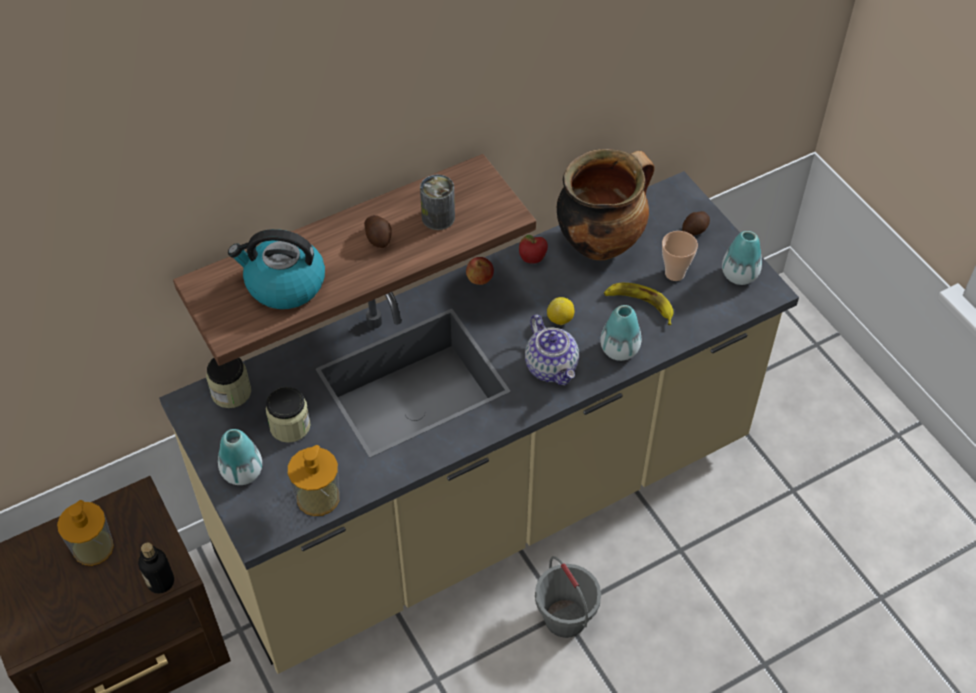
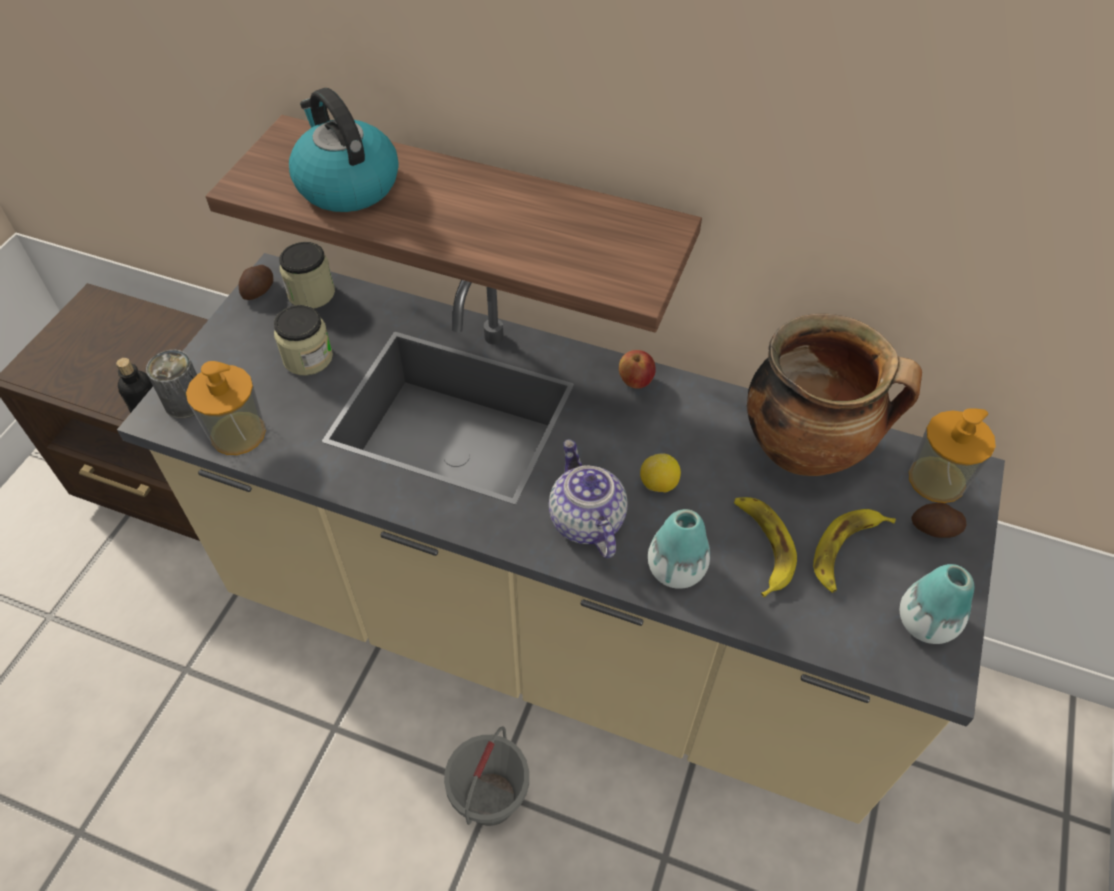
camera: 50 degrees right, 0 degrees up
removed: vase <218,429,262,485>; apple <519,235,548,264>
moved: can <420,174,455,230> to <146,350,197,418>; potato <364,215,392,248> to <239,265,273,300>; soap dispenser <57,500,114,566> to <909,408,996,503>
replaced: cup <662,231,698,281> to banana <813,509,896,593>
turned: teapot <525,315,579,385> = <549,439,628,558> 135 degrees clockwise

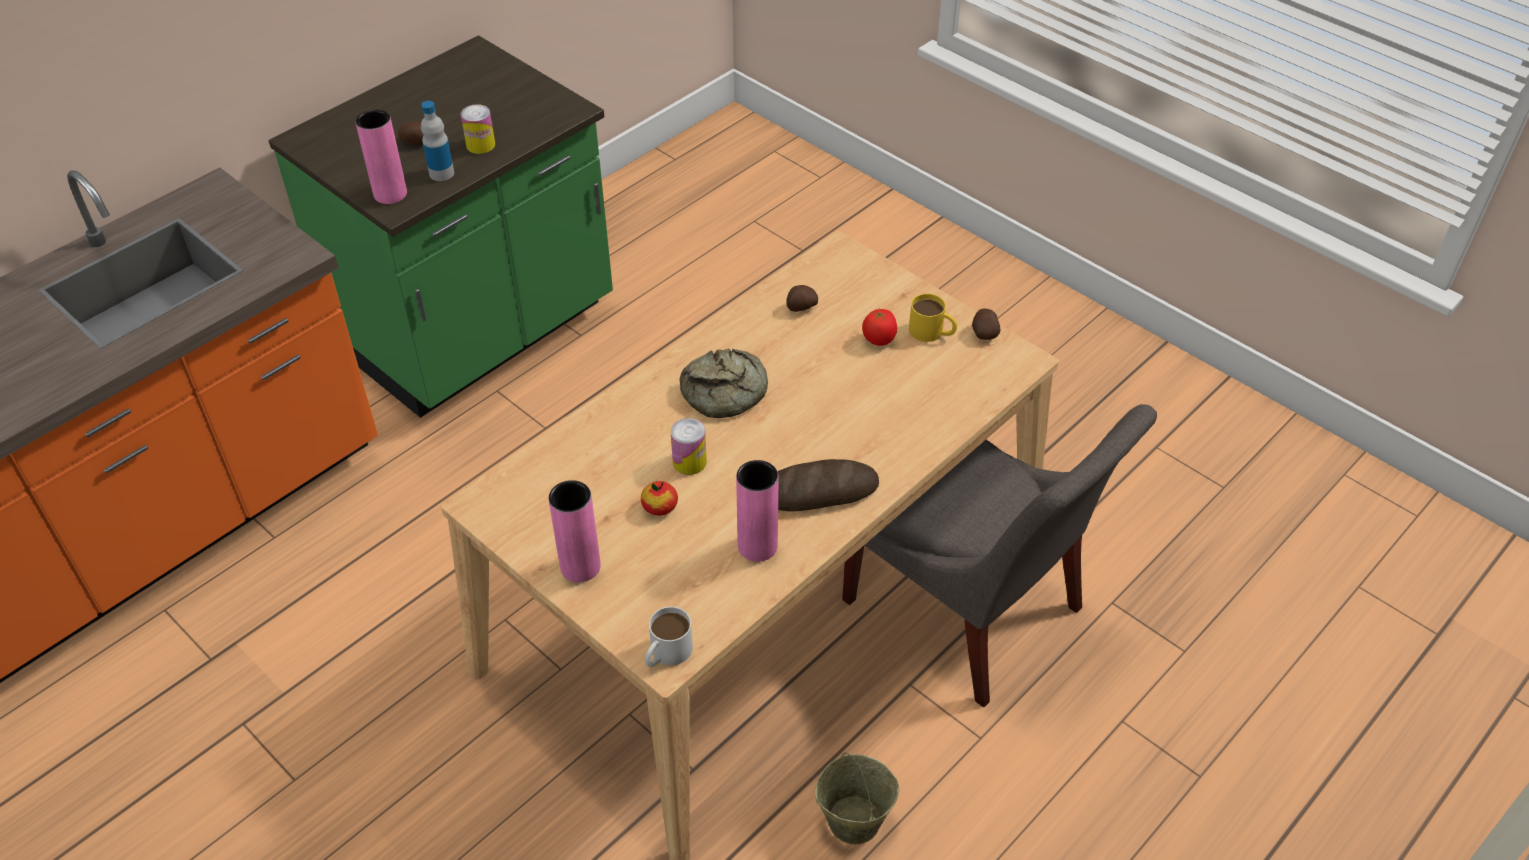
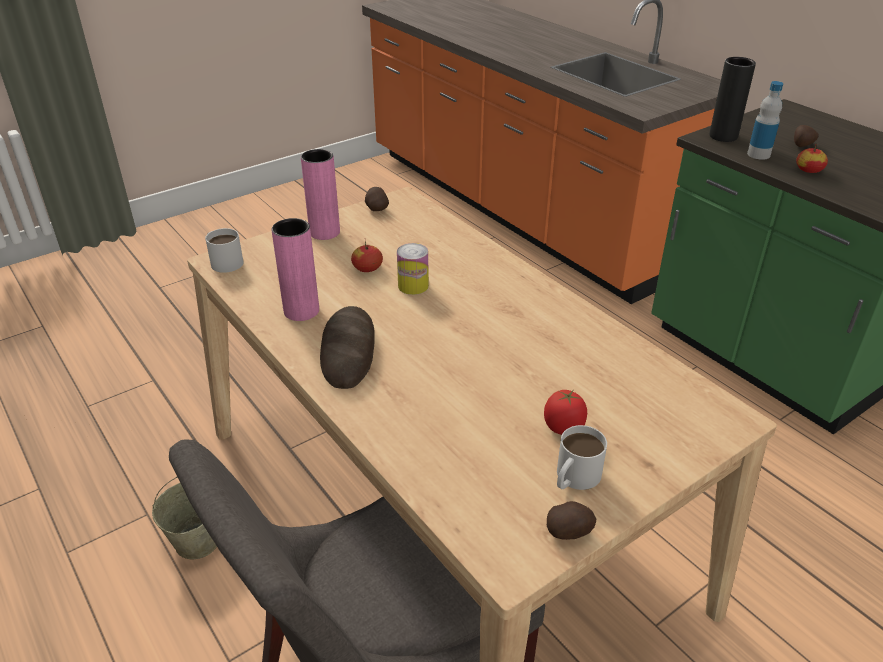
camera: 100 degrees right, 10 degrees down
removed: bread <680,349,768,418>
moved: potato <786,285,818,312> to <365,187,389,211>
replaced: can <461,104,495,154> to apple <796,144,828,173>
recoloured: yellow mug <909,294,957,342> to white mug <557,425,607,490>; pink vase <355,109,407,204> to black vase <709,57,756,142>

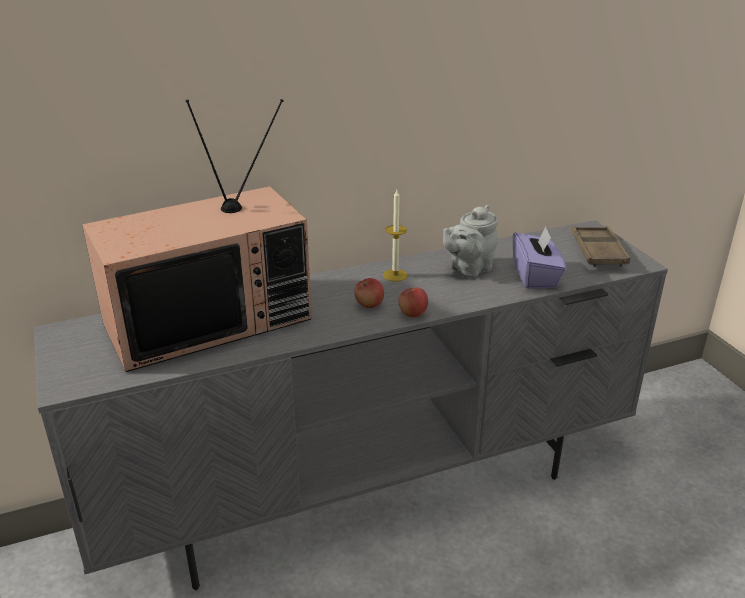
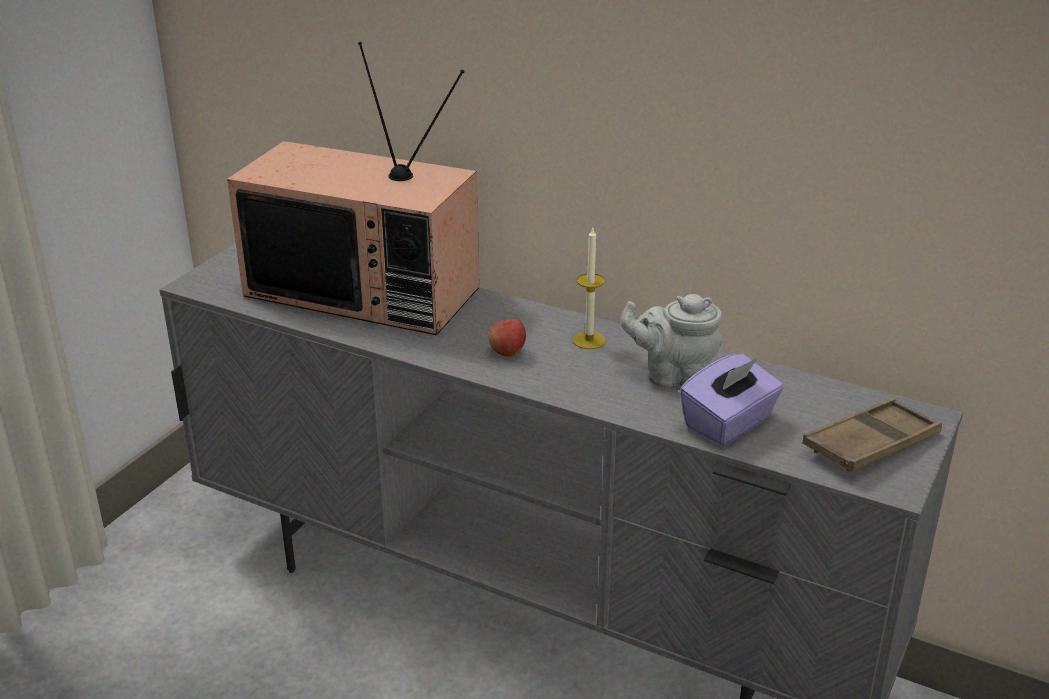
camera: 50 degrees right, 0 degrees up
removed: apple <399,287,428,318>

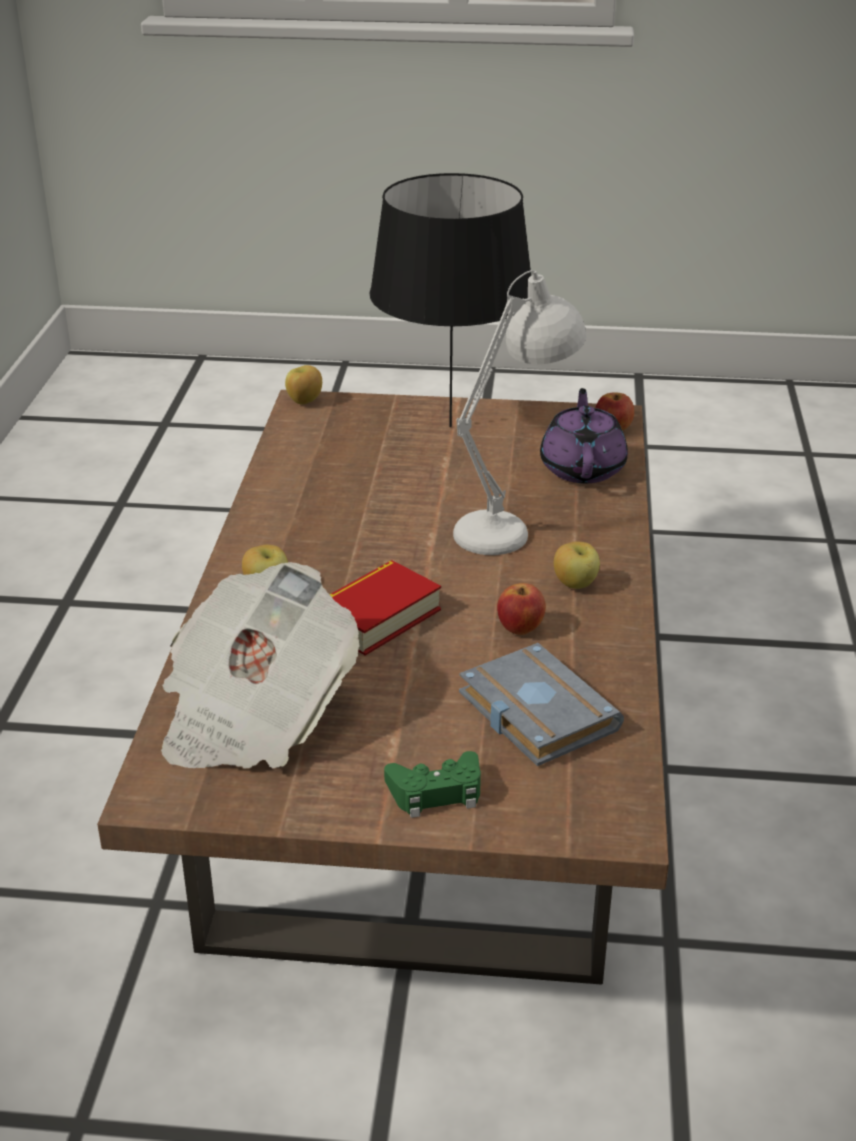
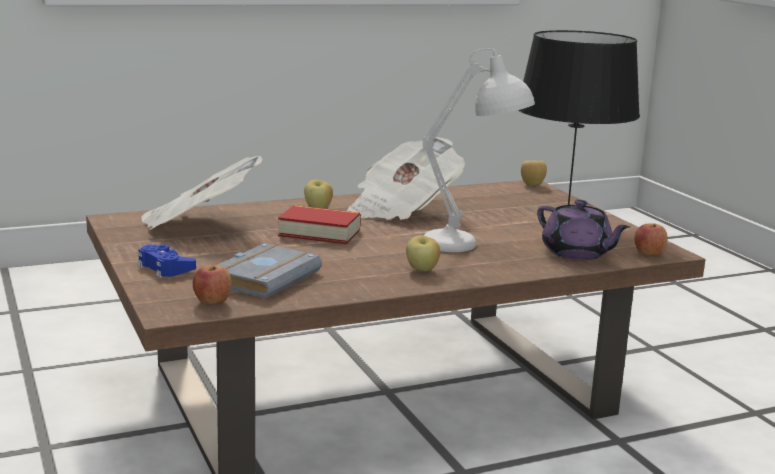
camera: 60 degrees right, 15 degrees down
added: newspaper <347,137,465,220>
moved: apple <497,583,546,635> to <193,265,232,304>
recoloured: green game controller <384,751,481,818> to blue game controller <138,244,196,278>
turned: purple teapot <540,388,628,483> = <537,200,630,260> 75 degrees clockwise

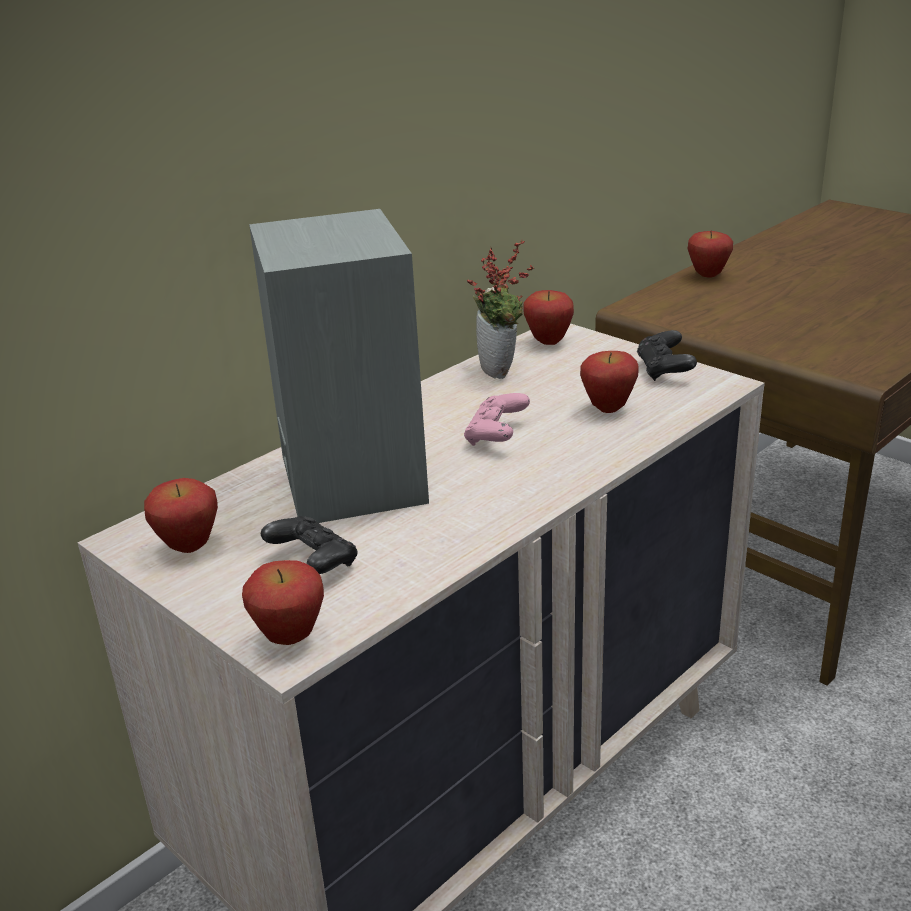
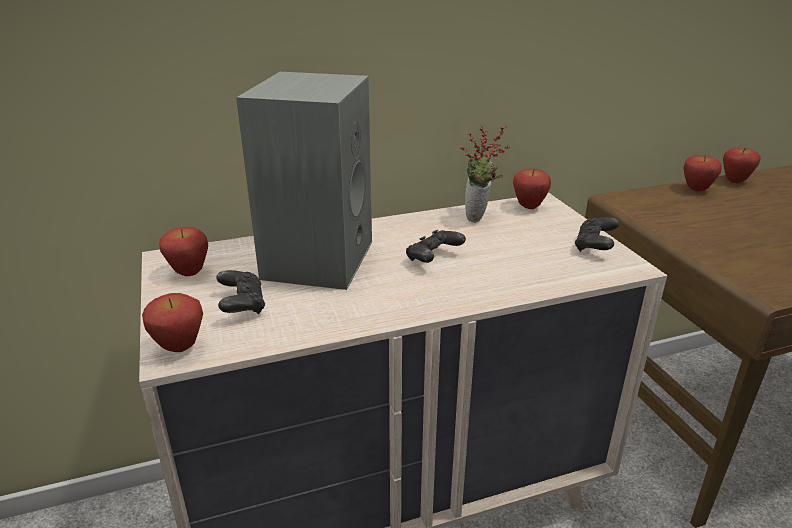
camera: 25 degrees right, 0 degrees up
moved: apple <580,351,639,413> to <723,148,761,183>
recoloured: pink game controller <464,393,530,446> to black game controller <406,230,466,263>

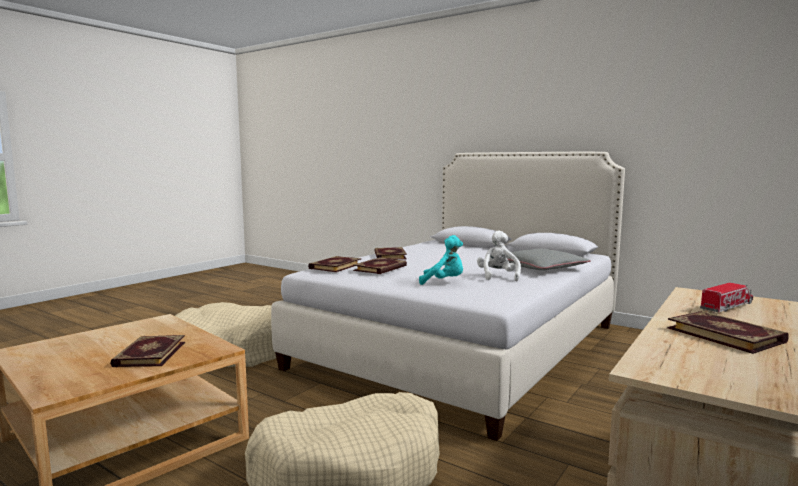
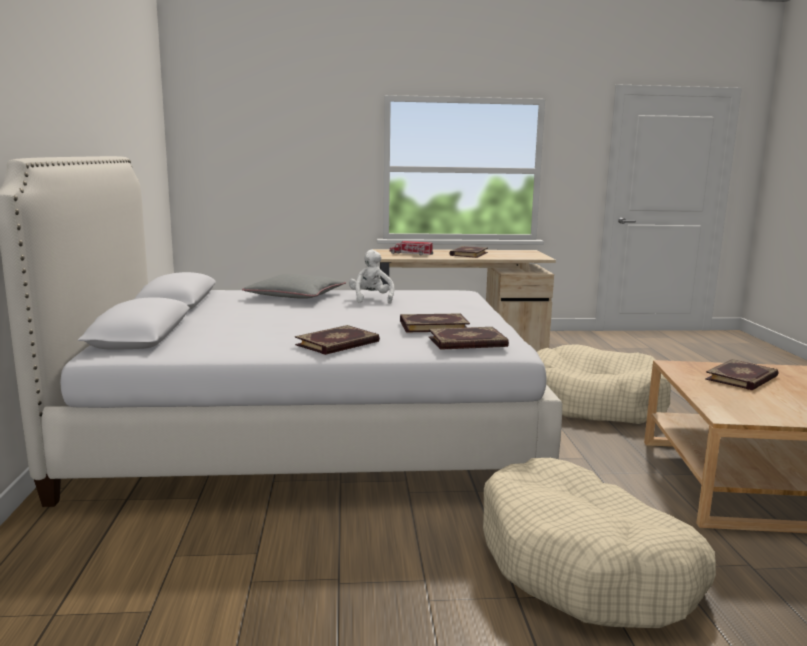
camera: 130 degrees left, 5 degrees up
removed: turquoise plush toy <419,235,463,285>
turned: white plush toy <477,230,521,281> = <349,250,394,304> 120 degrees clockwise

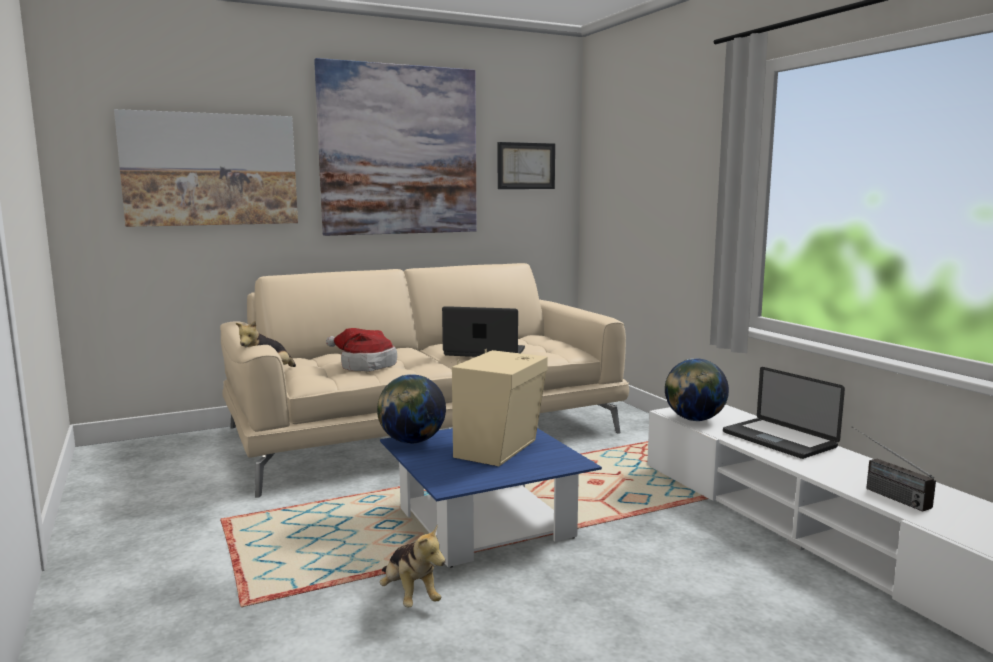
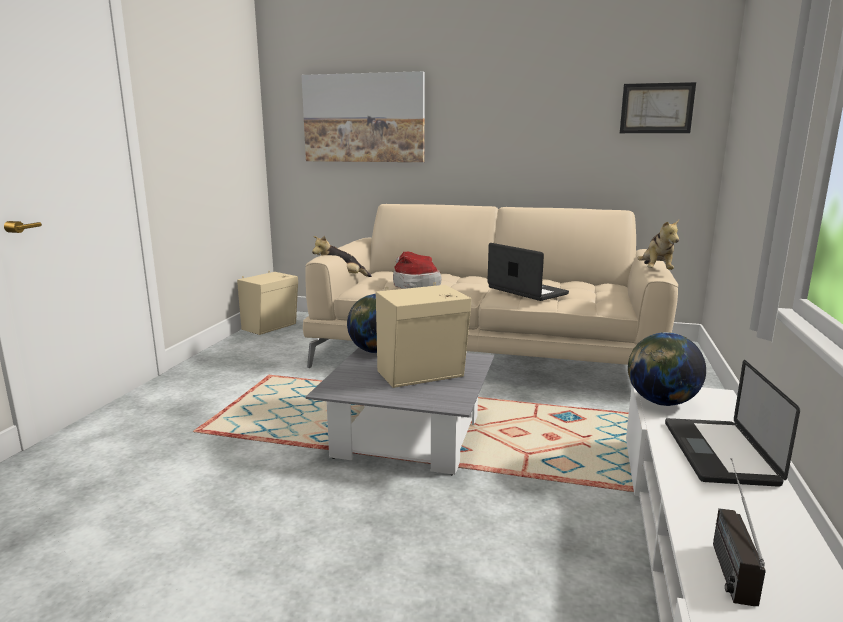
camera: 40 degrees right, 5 degrees up
removed: picture <314,58,477,236>
added: beige speaker <237,271,298,335>
moved: plush toy <380,526,445,607> to <637,219,679,270>
recoloured: blue coffee table <380,428,602,567> to grey coffee table <305,348,494,475>

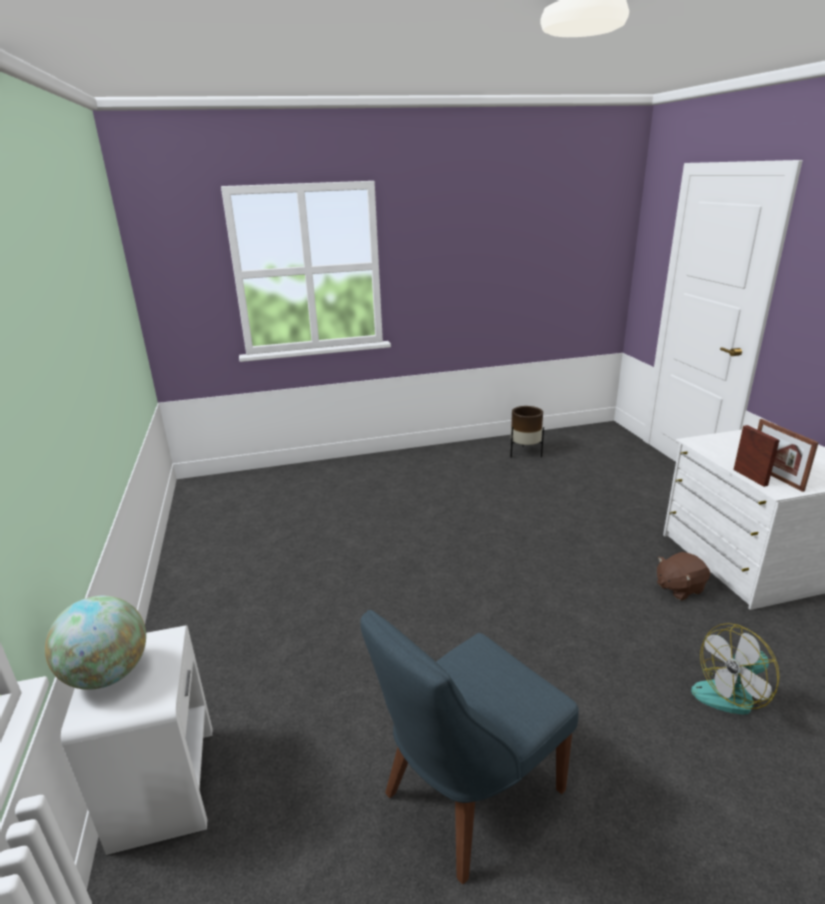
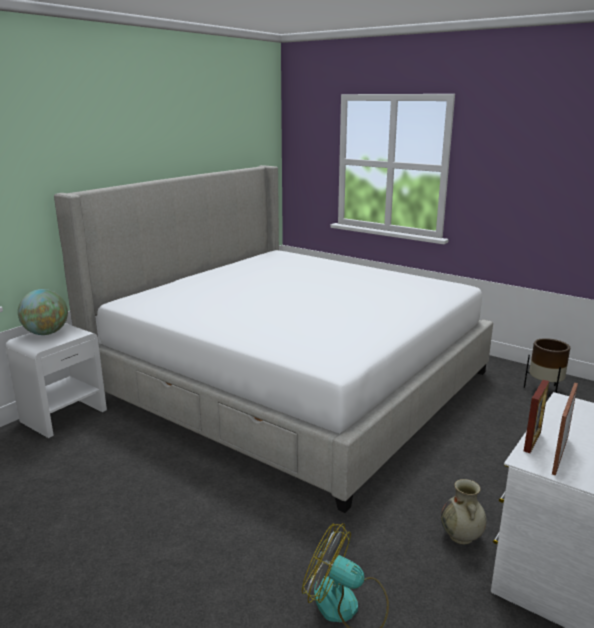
camera: 50 degrees right, 5 degrees down
removed: blue chair <360,610,579,885>
added: bed <54,165,493,513>
replaced: brown plush toy <657,552,710,601> to beige vase <441,479,487,544>

